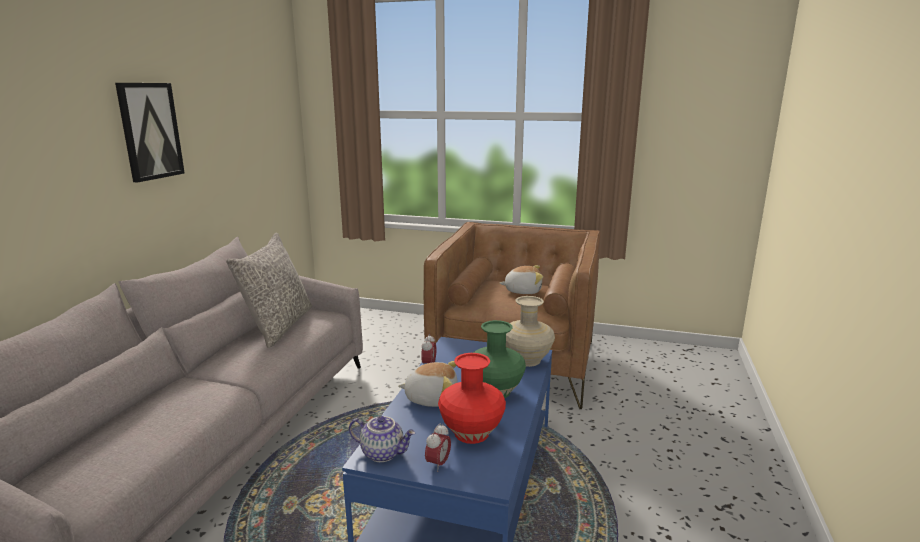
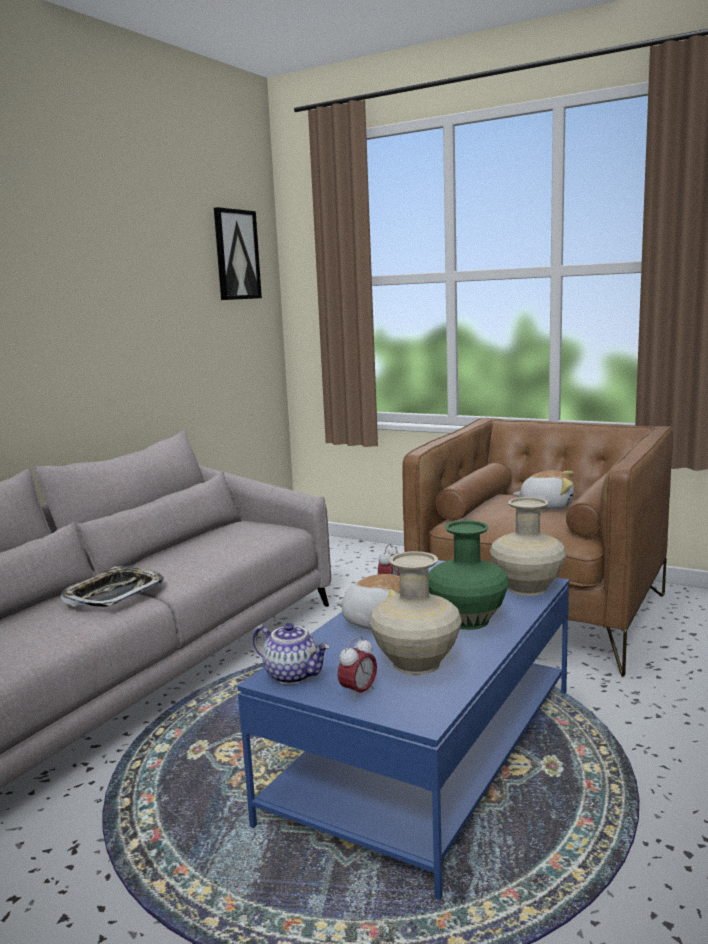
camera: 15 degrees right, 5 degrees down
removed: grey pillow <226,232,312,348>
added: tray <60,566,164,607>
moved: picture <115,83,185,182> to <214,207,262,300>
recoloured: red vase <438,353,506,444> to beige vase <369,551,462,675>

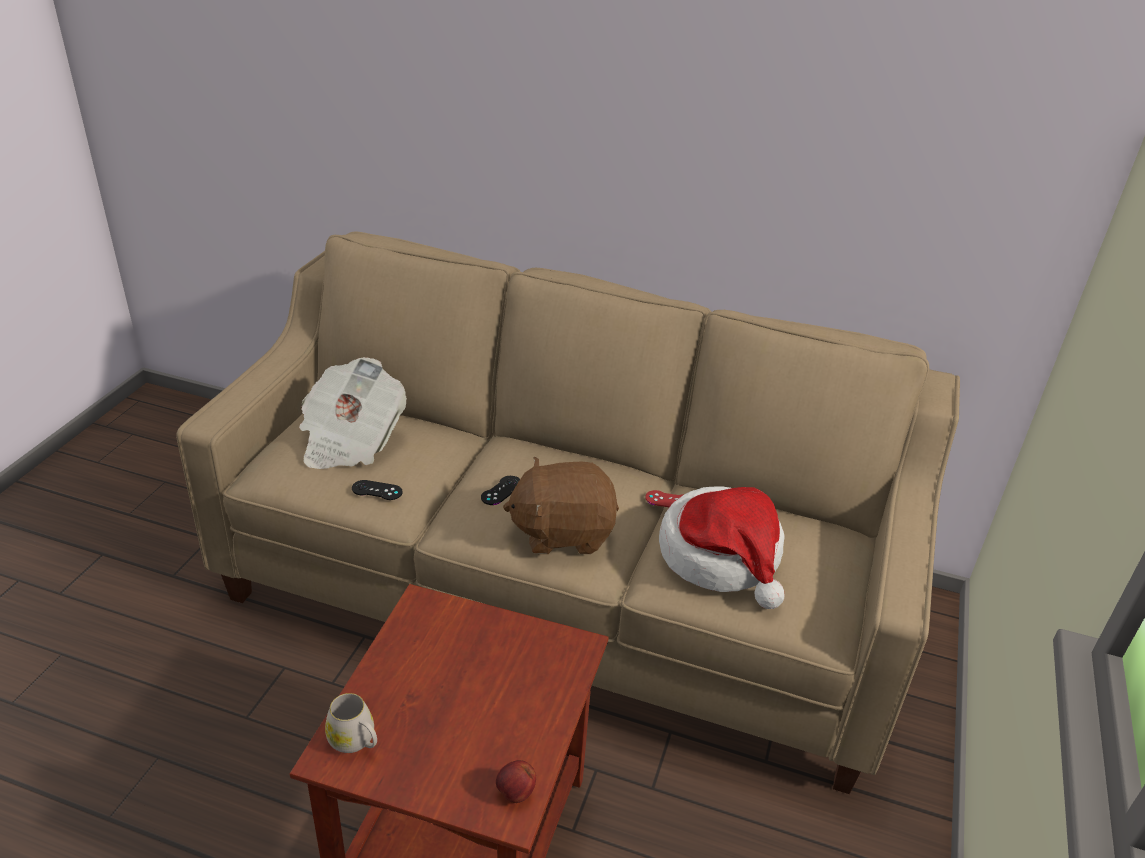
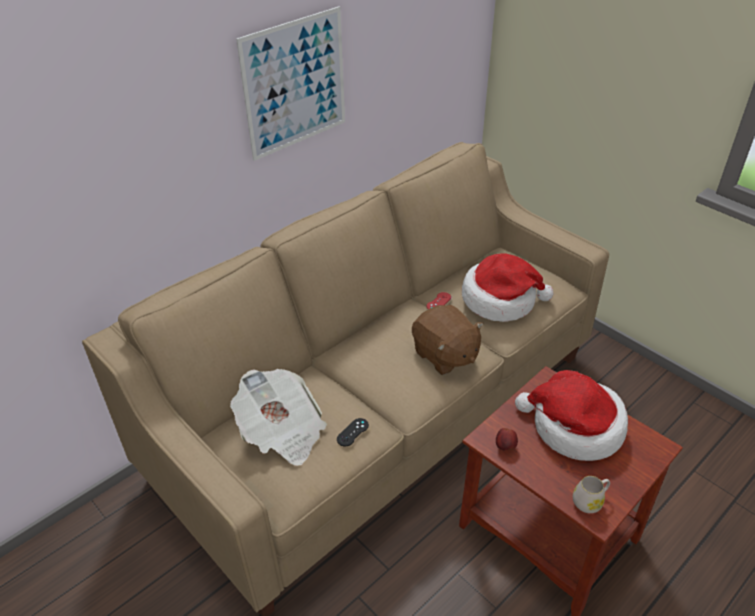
camera: 60 degrees left, 5 degrees up
removed: black game controller <481,476,520,505>
added: picture <236,6,345,161>; hat <515,370,628,461>
moved: apple <496,760,536,803> to <496,428,518,451>
turned: brown plush toy <503,456,619,554> = <412,305,484,375> 60 degrees counterclockwise

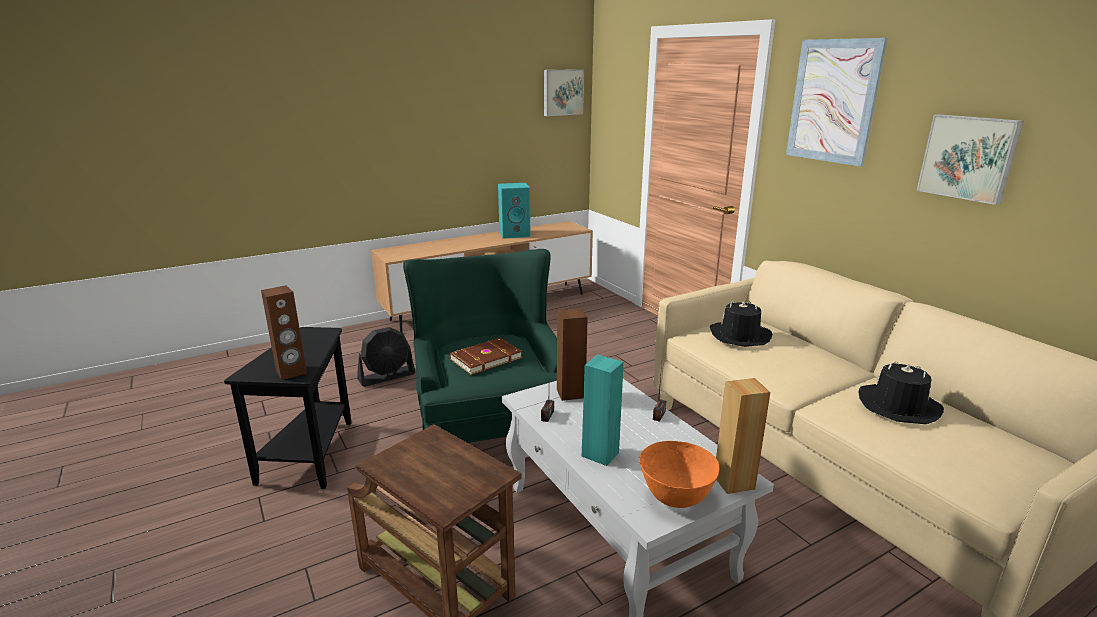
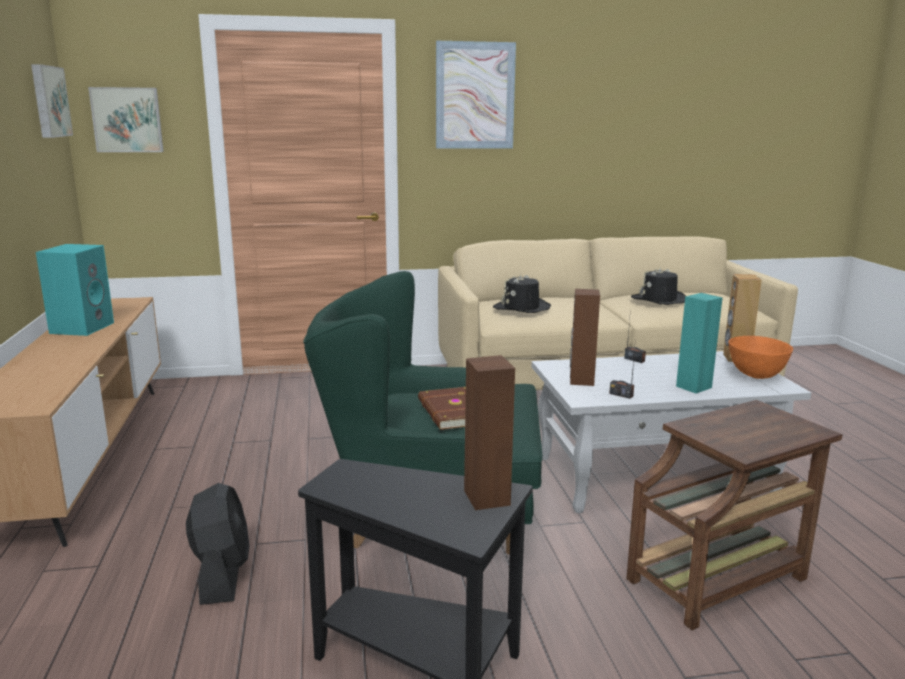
camera: 70 degrees left, 5 degrees down
moved: picture <917,114,1024,205> to <88,87,164,152>

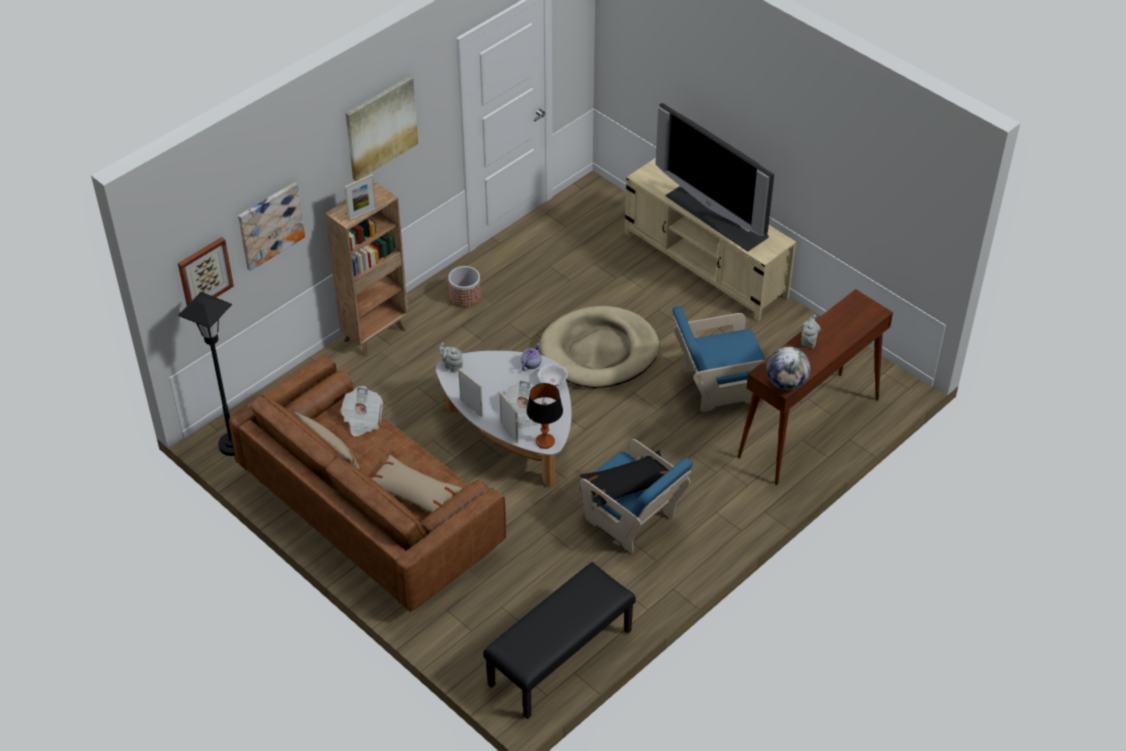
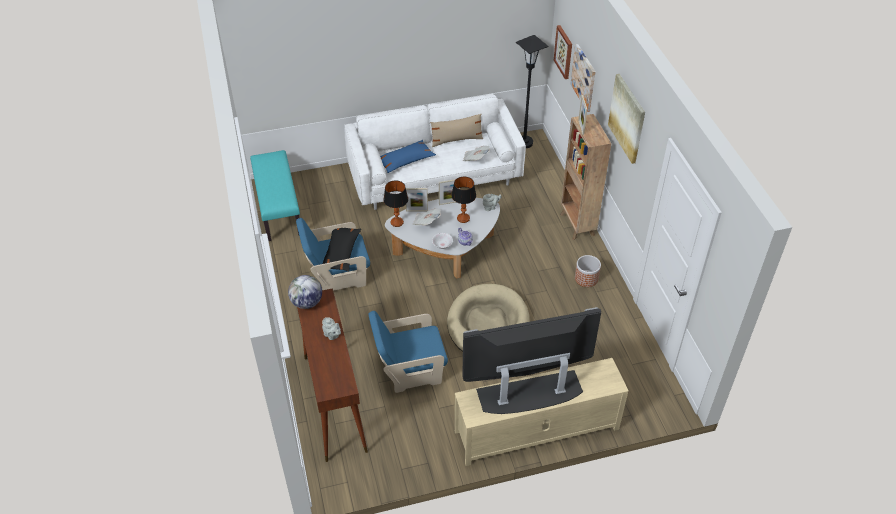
camera: 120 degrees right, 0 degrees up
added: table lamp <451,177,476,223>
recoloured: black bench <483,562,636,719> to turquoise bench <250,150,300,241>; brown sofa <229,356,506,612> to white sofa <344,94,526,210>; beige pillow <372,455,463,513> to blue pillow <380,140,436,173>
turned: blue armchair <673,306,766,412> = <368,311,448,393> 120 degrees counterclockwise

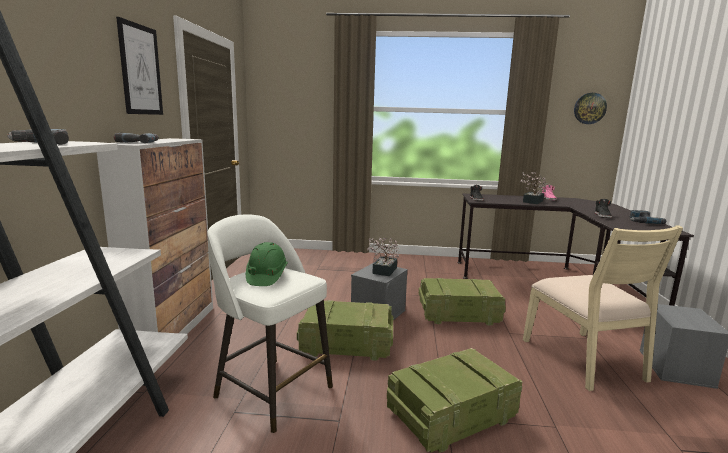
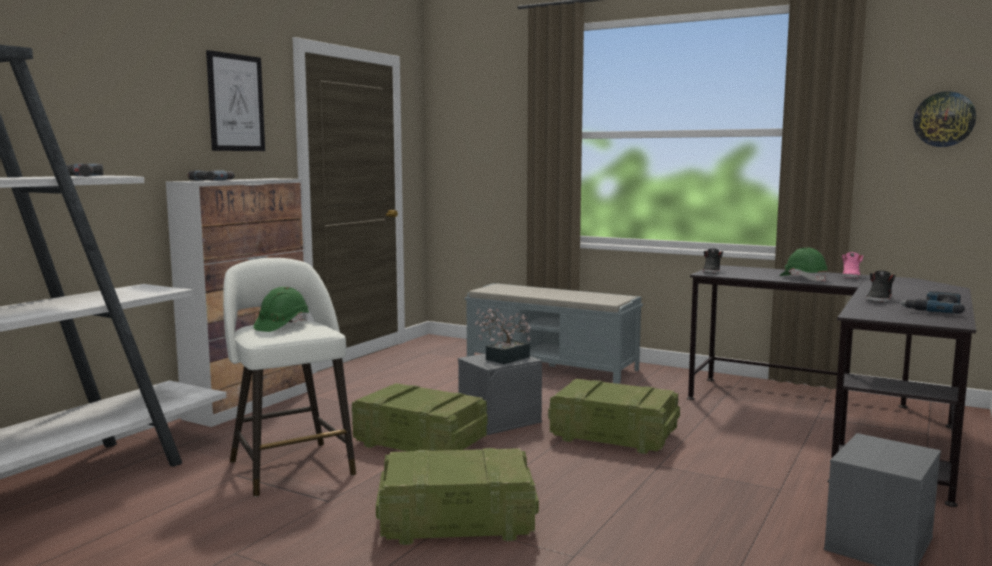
camera: 25 degrees right, 5 degrees down
removed: beige chair <523,226,683,391>
added: grey bench <465,283,643,384>
replaced: potted plant <520,172,548,204> to green hard hat <779,248,828,282>

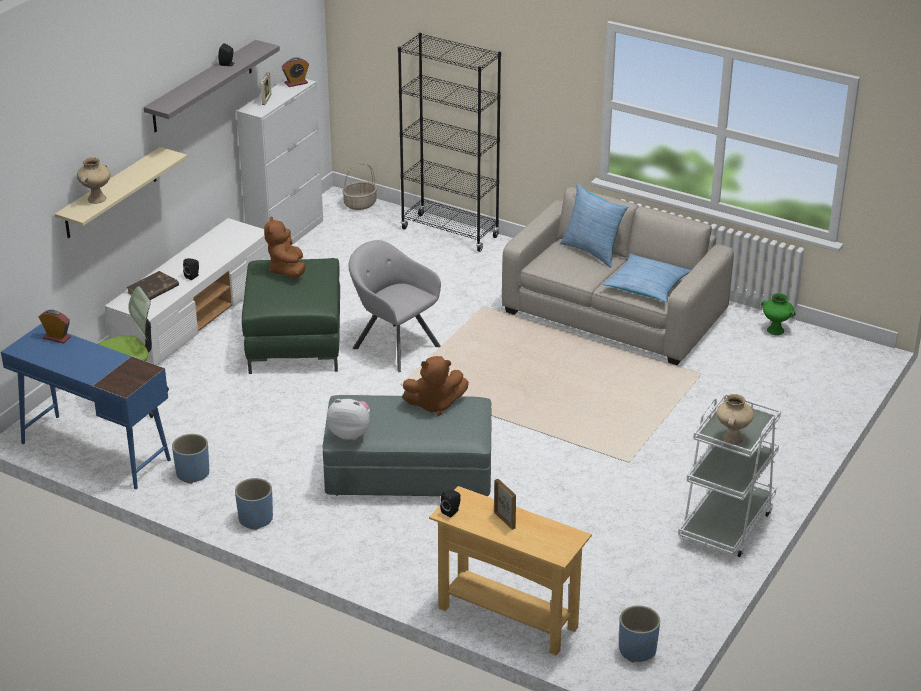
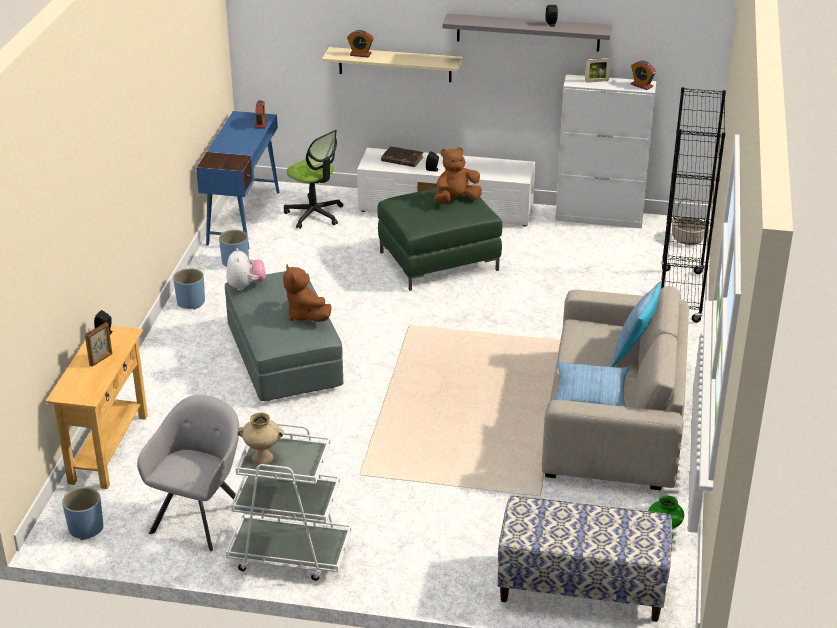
camera: 70 degrees right, 0 degrees up
added: bench <497,496,672,622>
moved: grey armchair <349,240,441,372> to <137,395,239,551>
replaced: beige vase <77,157,110,204> to alarm clock <347,30,374,58>

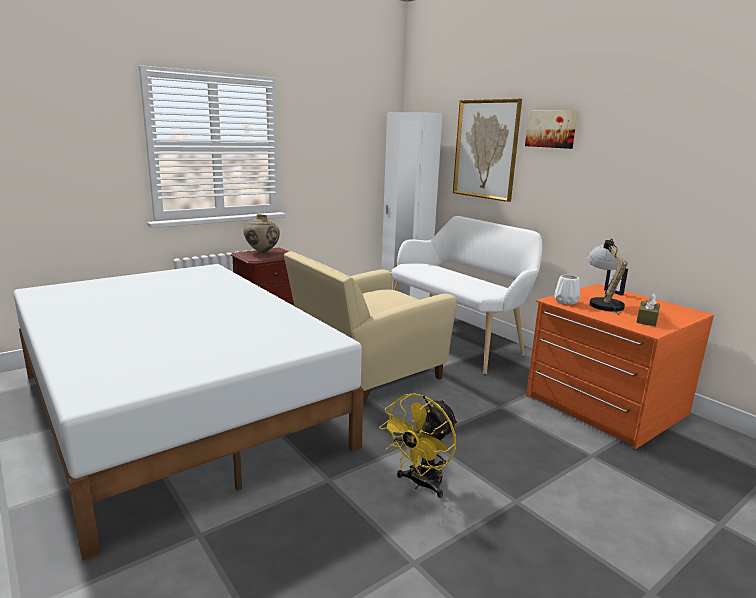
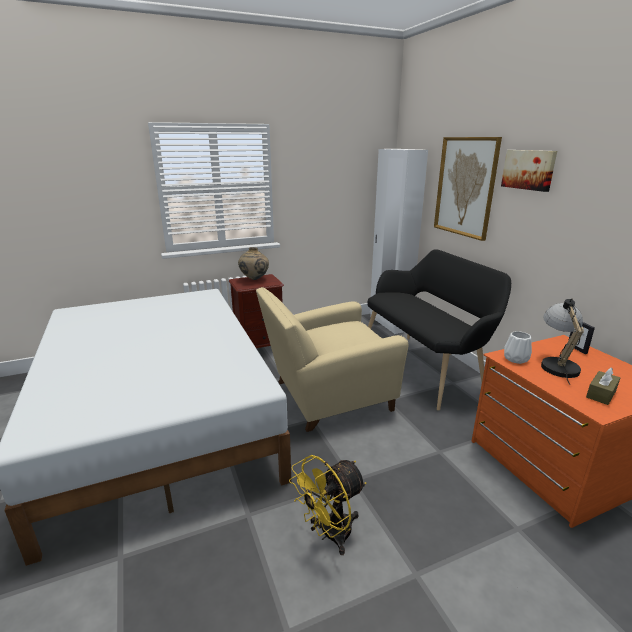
camera: 15 degrees right, 5 degrees up
recoloured: white bench <391,216,543,374> to black bench <367,249,511,411>

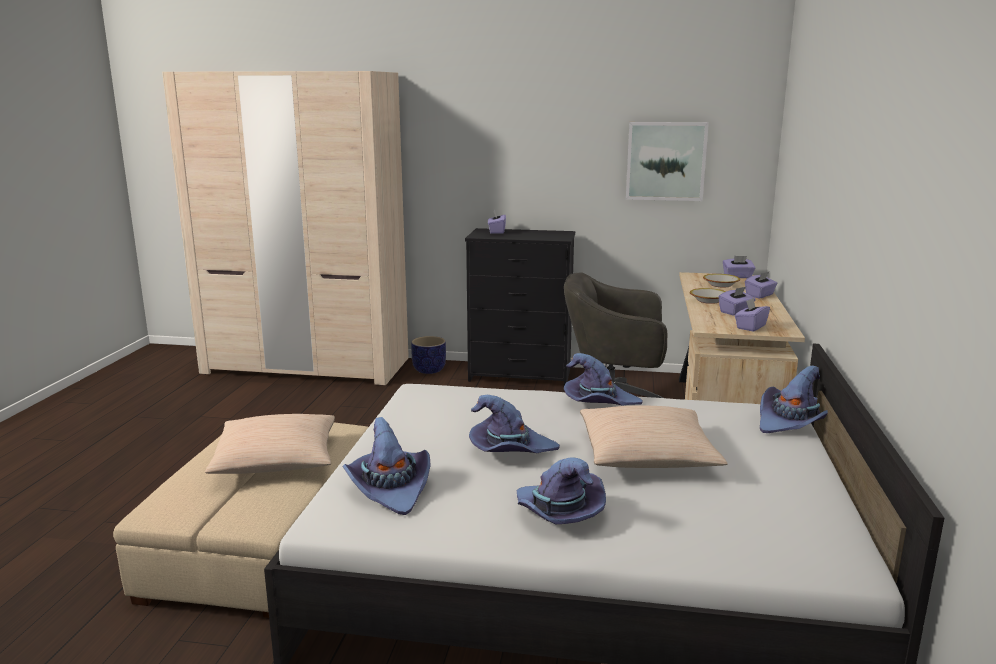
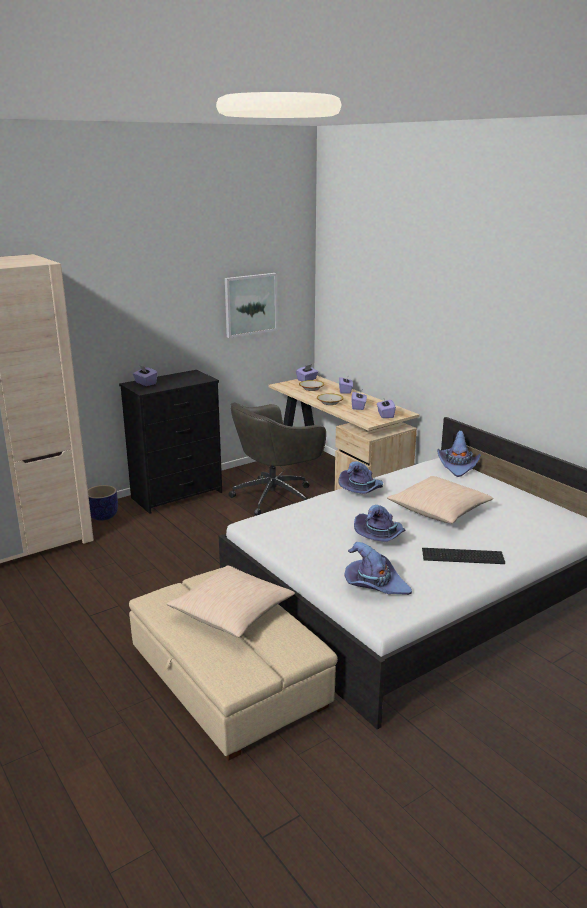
camera: 45 degrees left, 5 degrees up
replaced: purple hat <517,457,606,524> to keyboard <422,548,505,564>

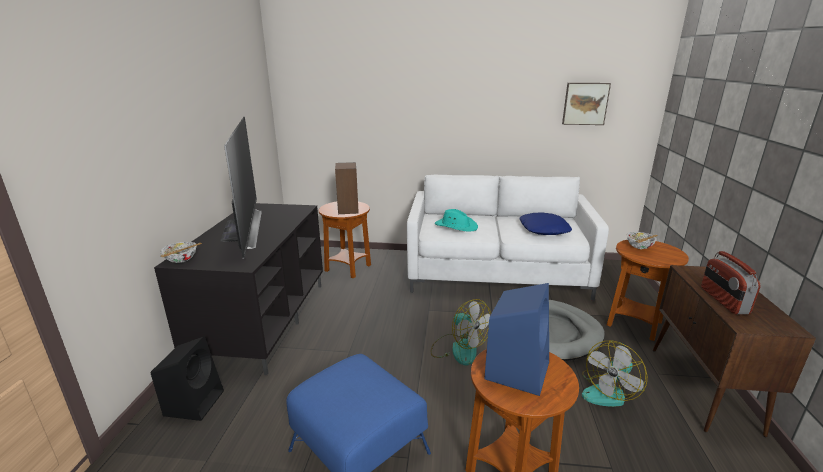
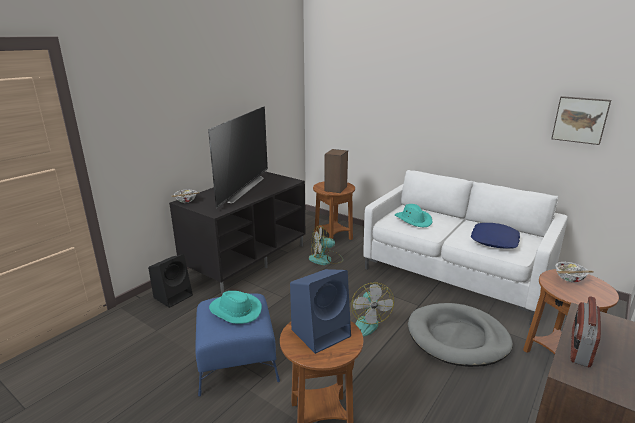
camera: 30 degrees right, 0 degrees up
added: turquoise hat <209,291,262,324>
moved: fan <582,341,647,407> to <309,225,343,265>

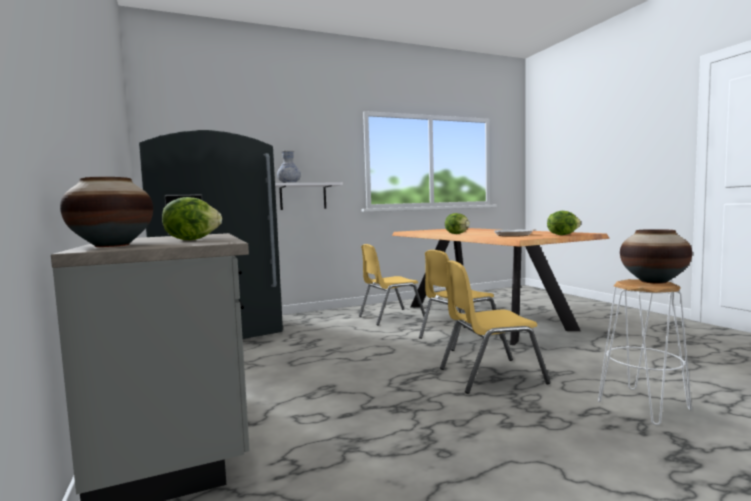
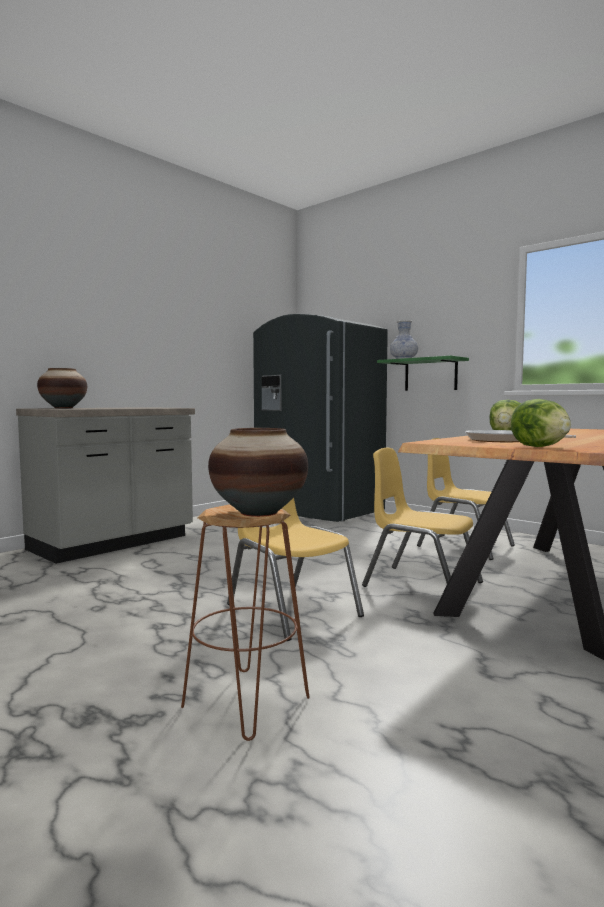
camera: 65 degrees right, 0 degrees up
removed: lettuce <162,197,222,240>
recoloured: white stool <598,279,692,425> to brown stool <181,505,310,741>; white shelf <275,183,343,210> to green shelf <377,356,469,391>

